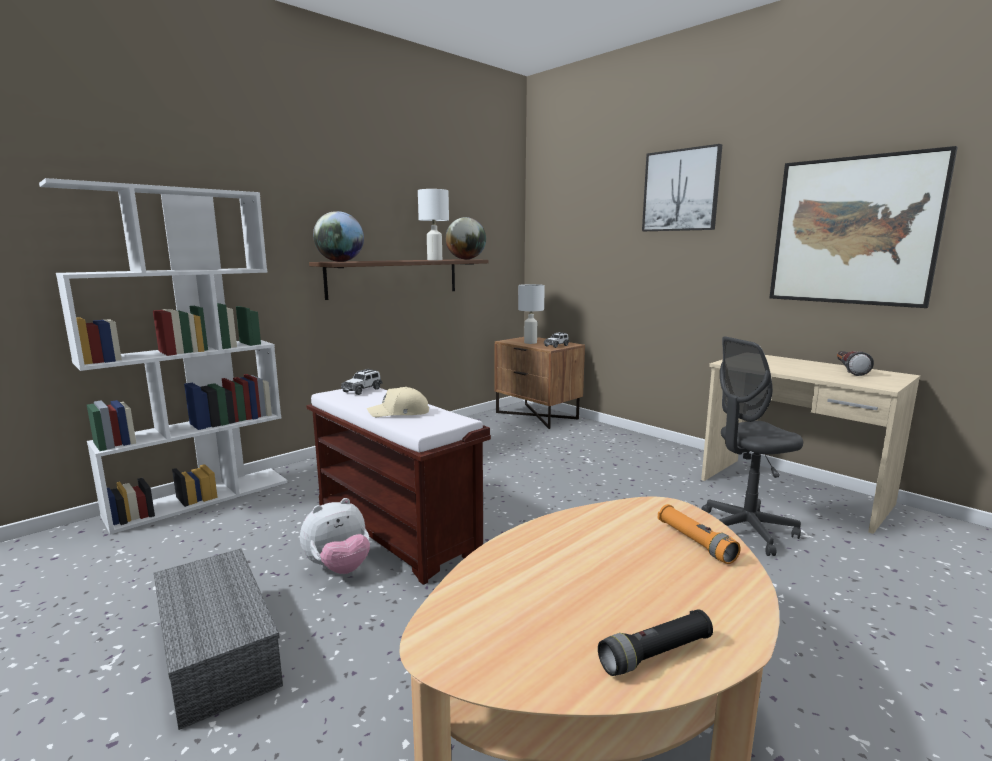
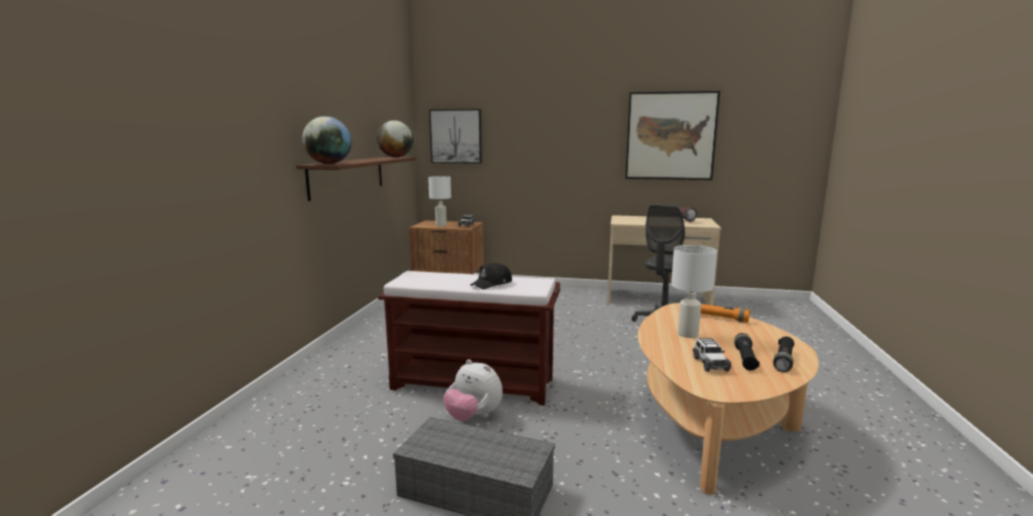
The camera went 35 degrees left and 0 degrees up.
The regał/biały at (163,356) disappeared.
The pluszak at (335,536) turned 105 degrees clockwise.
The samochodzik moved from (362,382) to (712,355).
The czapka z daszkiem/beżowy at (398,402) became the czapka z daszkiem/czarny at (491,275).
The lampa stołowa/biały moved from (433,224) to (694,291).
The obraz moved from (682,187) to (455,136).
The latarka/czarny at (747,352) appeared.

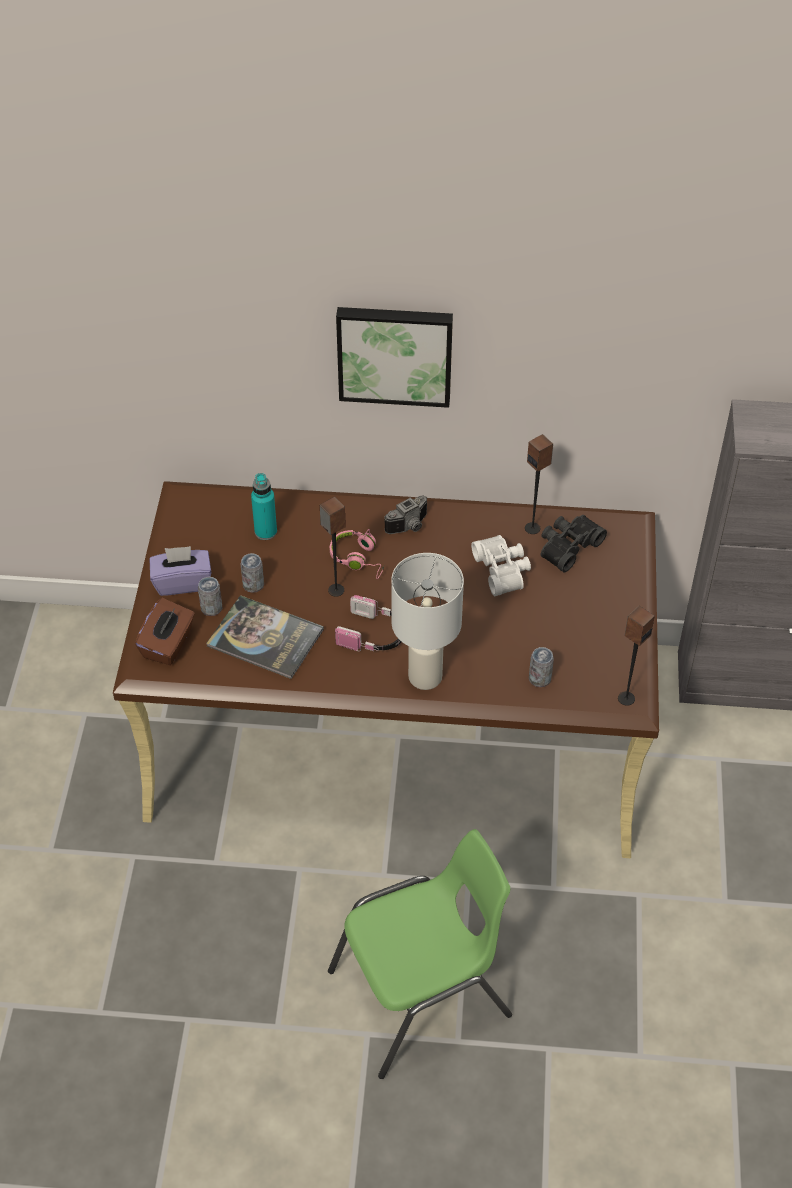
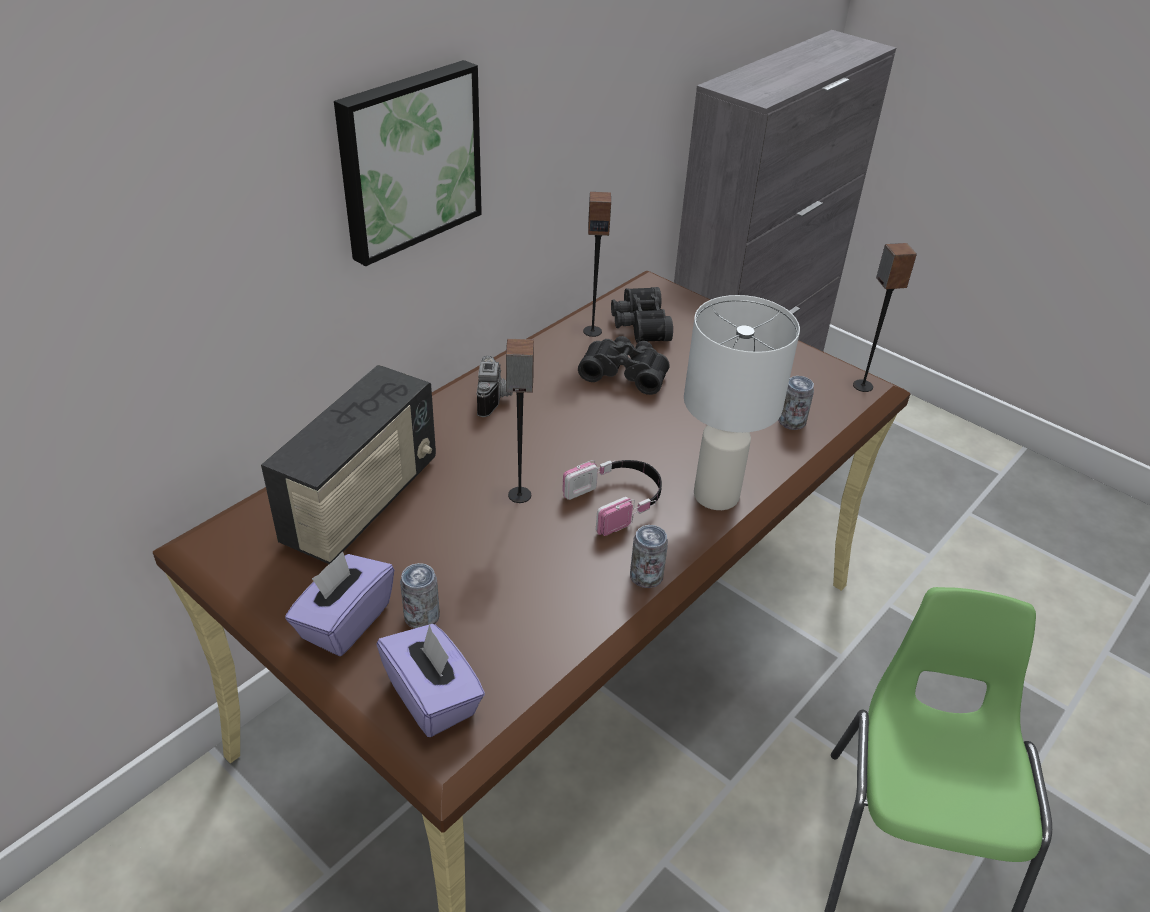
The camera went 55 degrees left and 10 degrees down.
The pudełko chusteczek/brązowy at (165,631) became the pudełko chusteczek/fioletowy at (430,680).
The książka at (265,637) disappeared.
The puszka moved from (252,573) to (649,556).
The butelka/turkusowy at (264,506) was replaced by the radio at (348,464).
The słuchawki/różowy at (357,554) disappeared.
The lornetka/biały at (501,565) became the lornetka/czarny at (624,365).

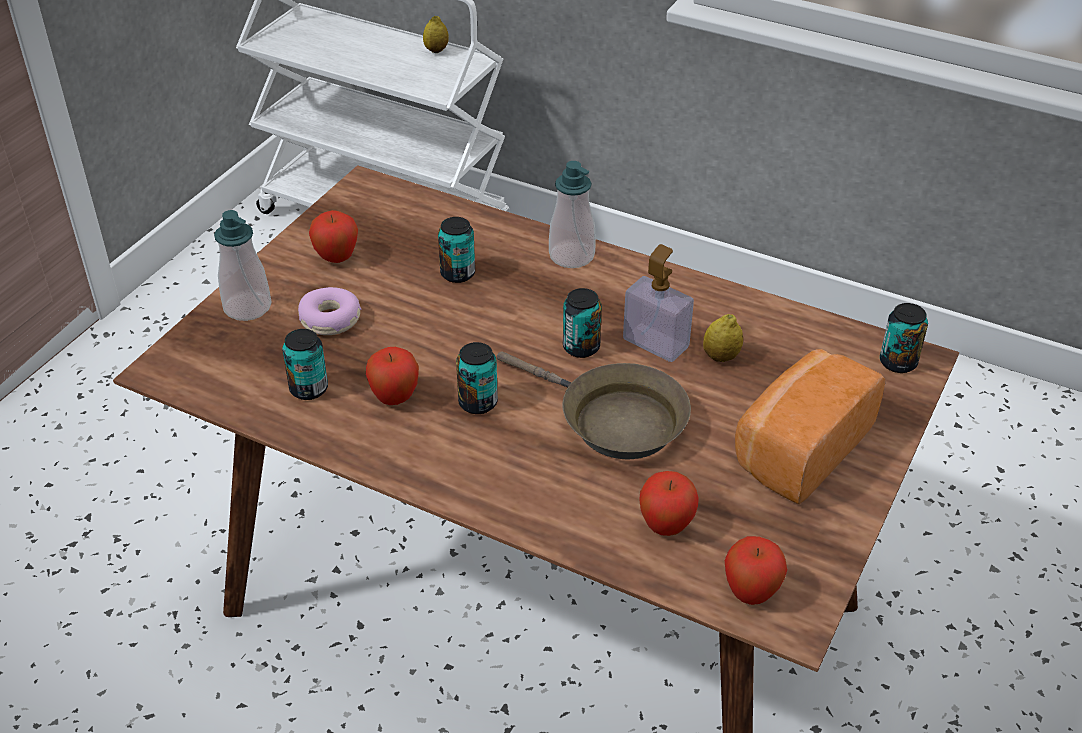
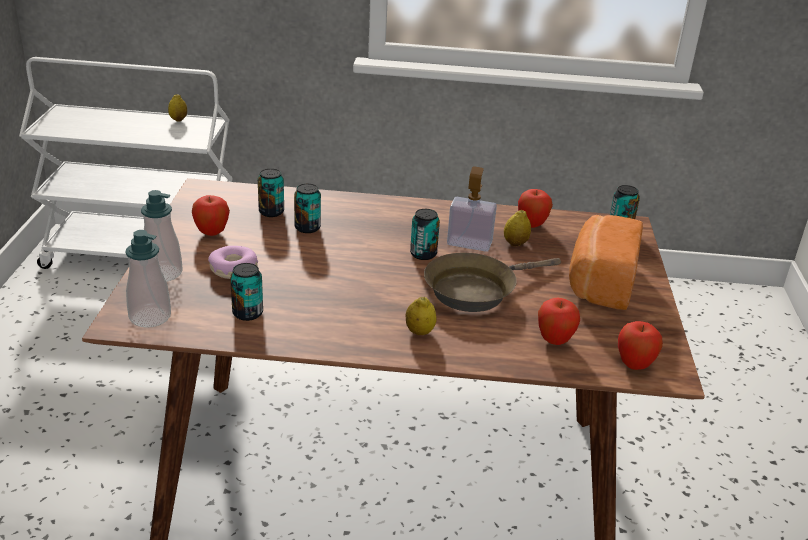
The camera went 25 degrees left and 10 degrees down.
The jabłko moved from (392,376) to (535,208).
The puszka moved from (477,378) to (271,193).
The patelnia/brązowy at (594,405) turned 135 degrees clockwise.
The dozownik mydła moved from (572,214) to (148,279).
The cytryna at (421,316) appeared.

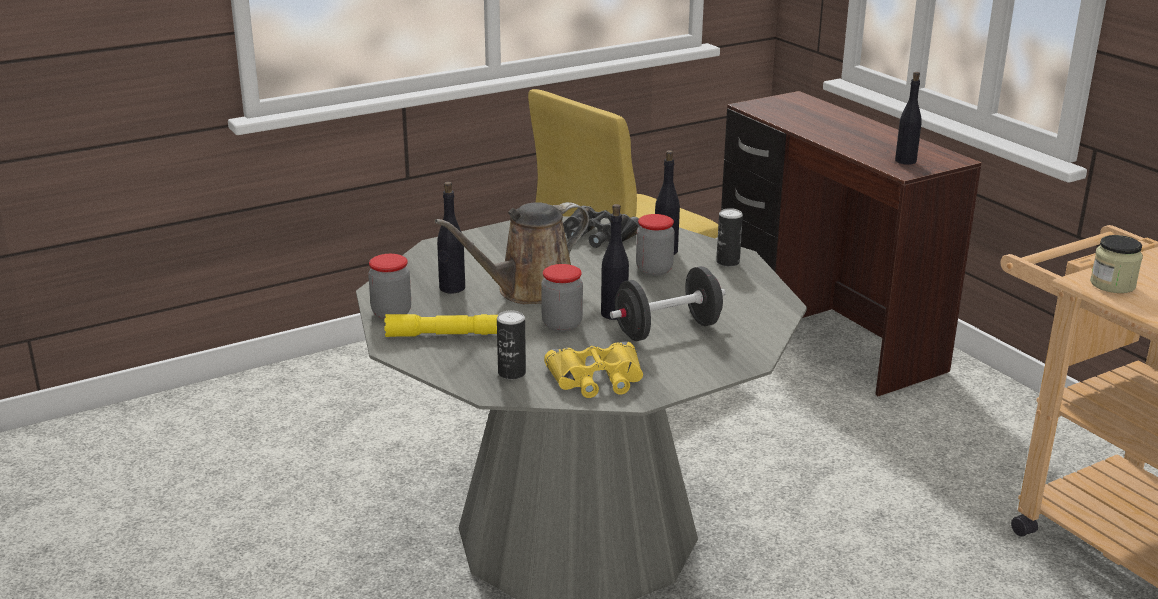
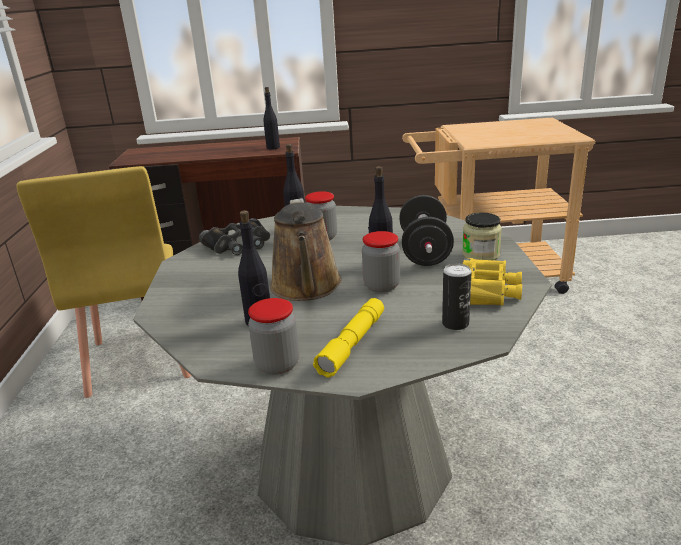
The camera went 60 degrees left and 0 degrees up.
The puszka at (729,237) disappeared.
The słoik moved from (1116,264) to (482,236).

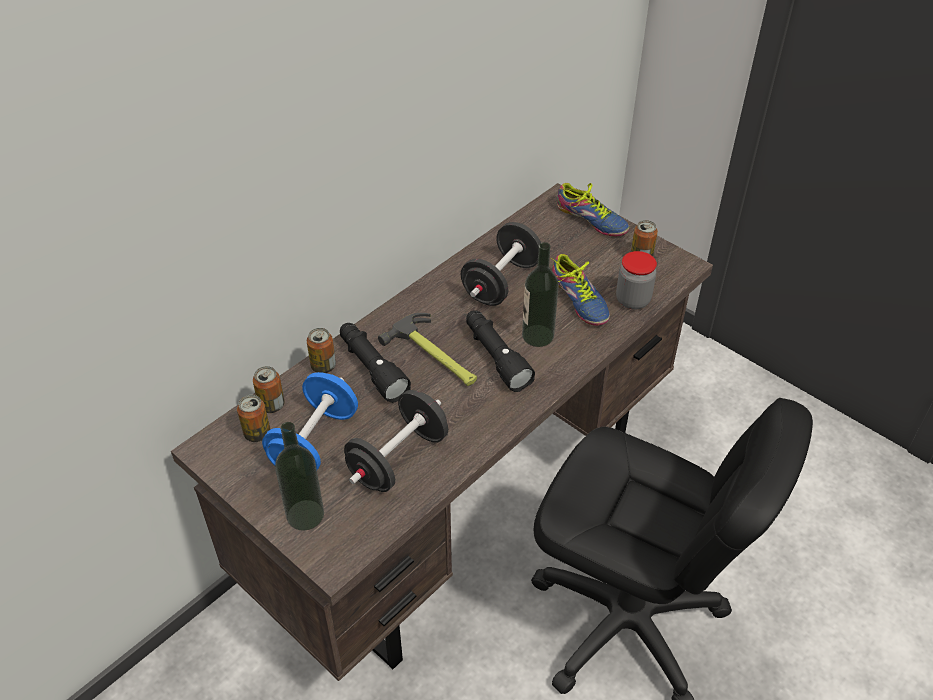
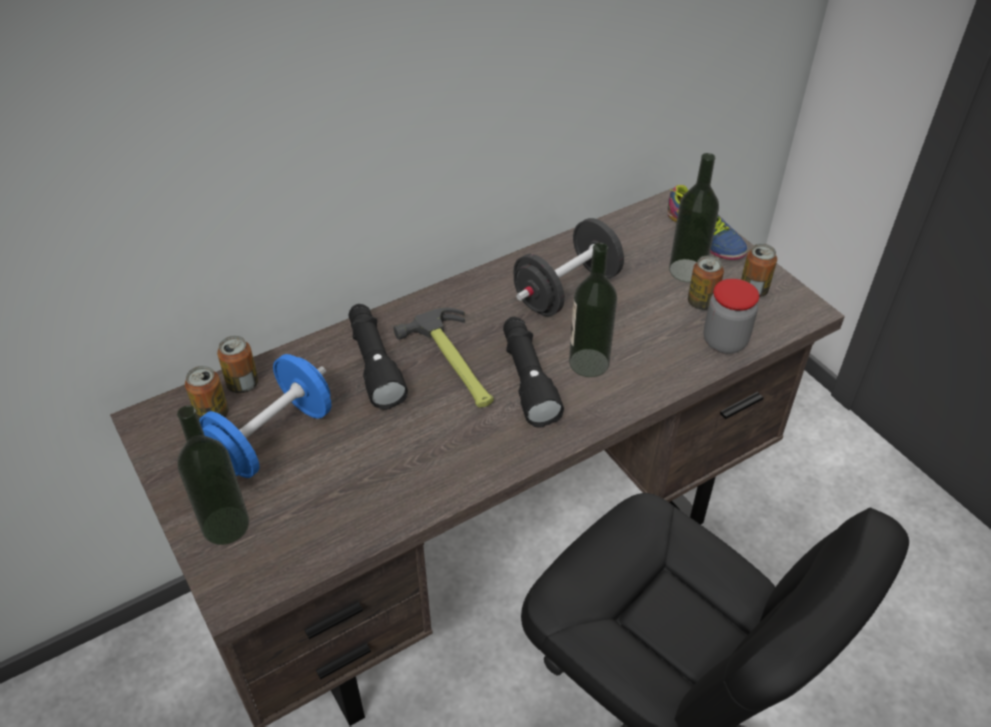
The camera went 15 degrees right and 0 degrees up.
The puszka moved from (321,350) to (706,283).
The hantel/czarny at (396,441) disappeared.
The but at (580,290) disappeared.
The butelka at (694,218) appeared.

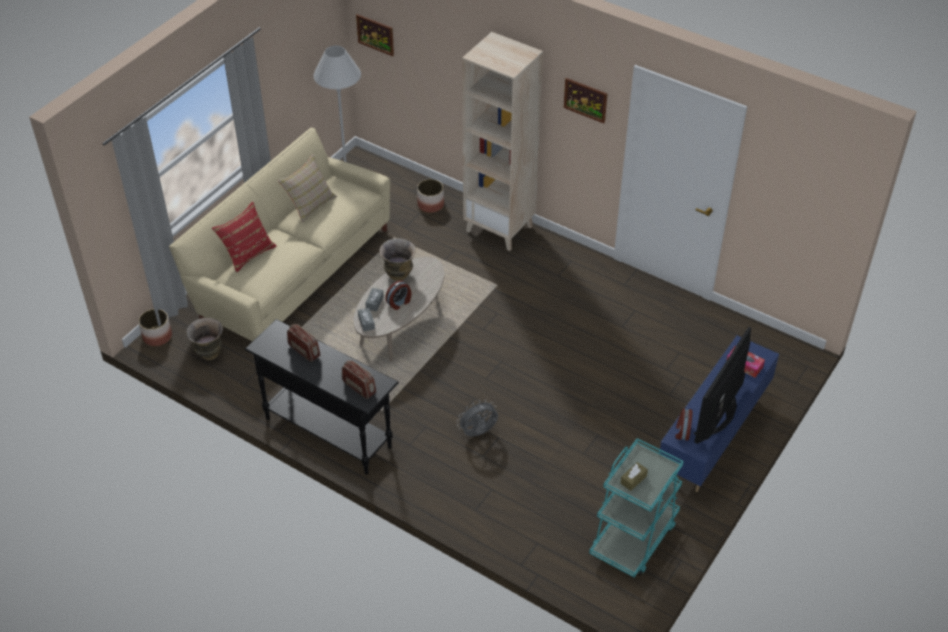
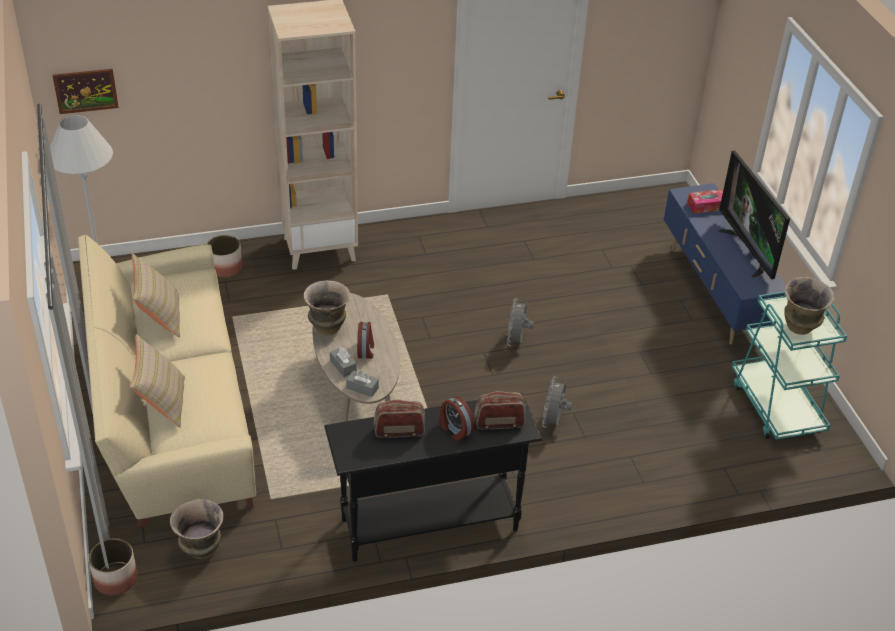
The camera went 50 degrees left and 5 degrees down.
The poduszka/czerwony at (244,236) became the poduszka/beżowy at (157,380).
The obraz at (585,100) disappeared.
The pudełko chusteczek/brązowy at (634,476) was replaced by the wazon at (809,306).
The budzik moved from (683,424) to (457,418).
The wentylator/szary at (520,322) appeared.

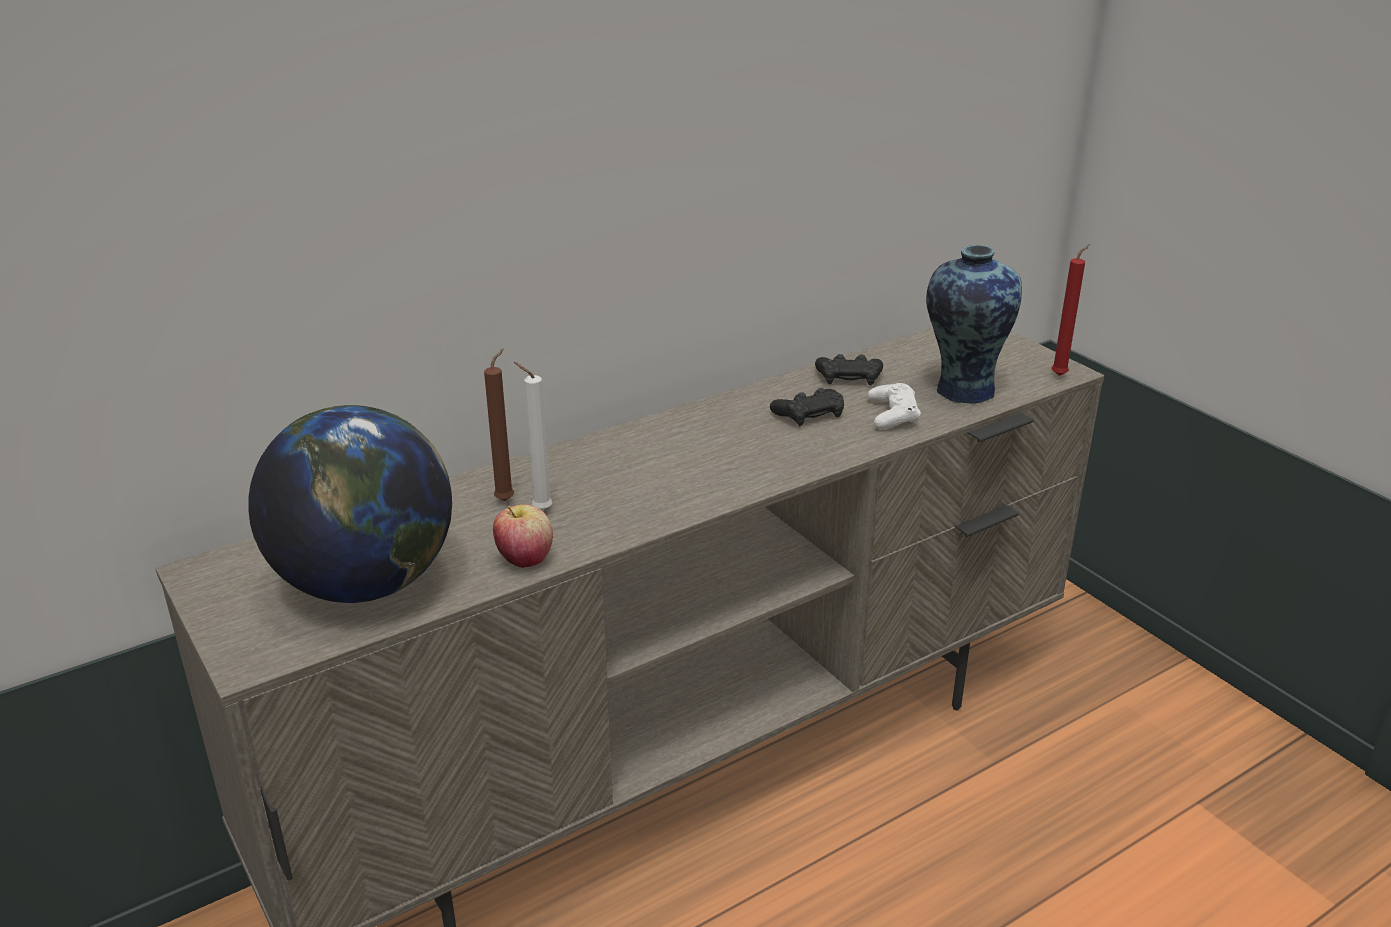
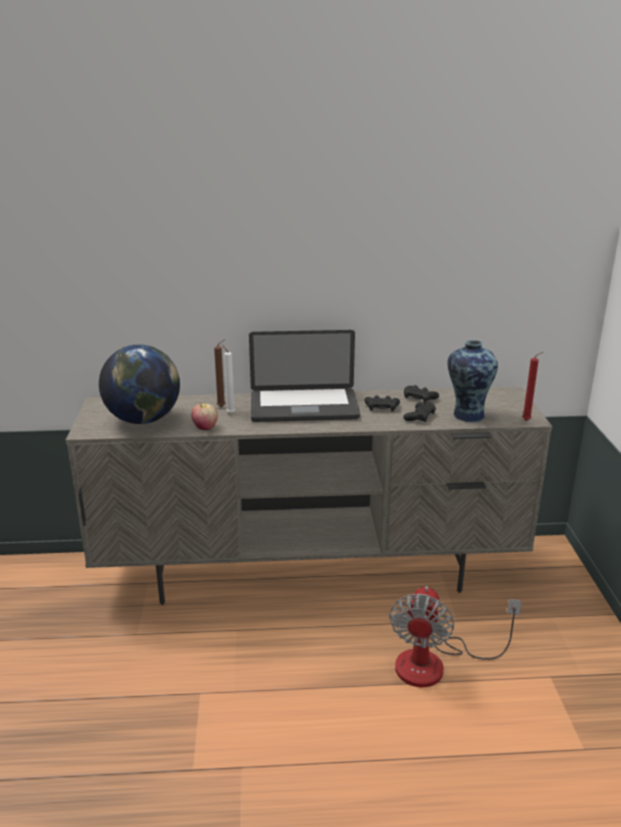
The camera went 30 degrees right and 5 degrees down.
The pad do gier/biały at (894,406) became the pad do gier/czarny at (419,412).
The laptop at (304,376) appeared.
The wentylator at (455,636) appeared.

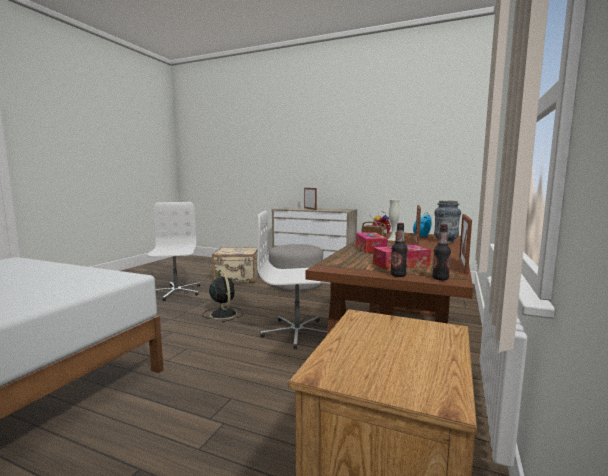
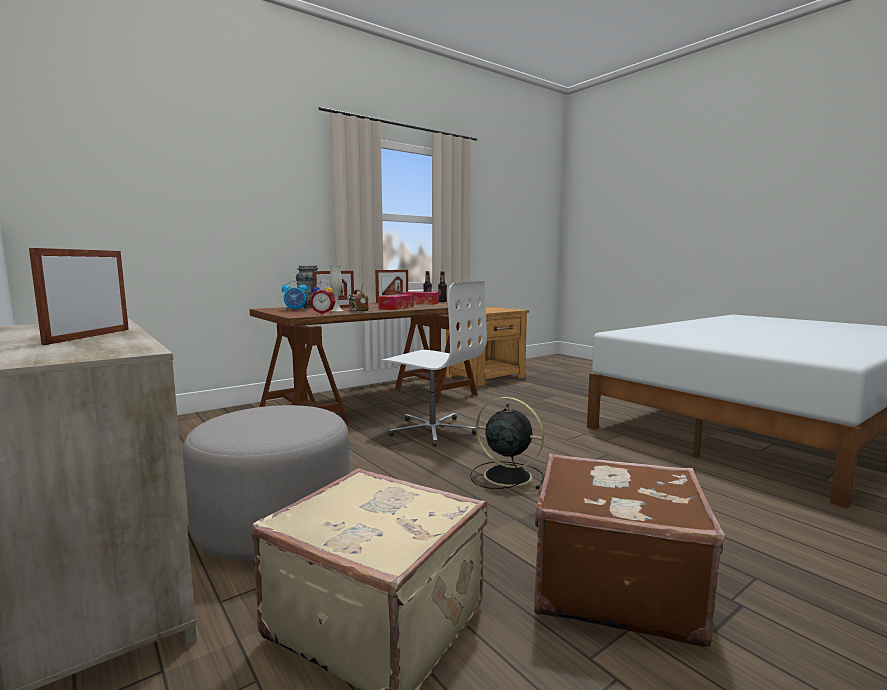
The camera went 150 degrees left and 0 degrees up.
The krzesło biurowe/biały at (174,251) was replaced by the walizka/brązowy at (629,550).
The wentylator/czarny at (222,296) turned 120 degrees clockwise.

